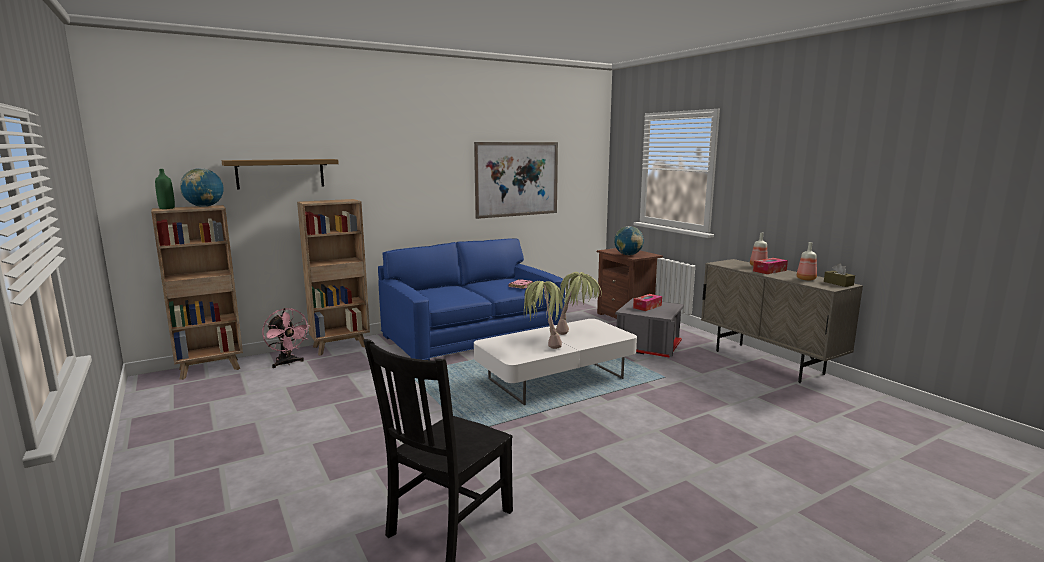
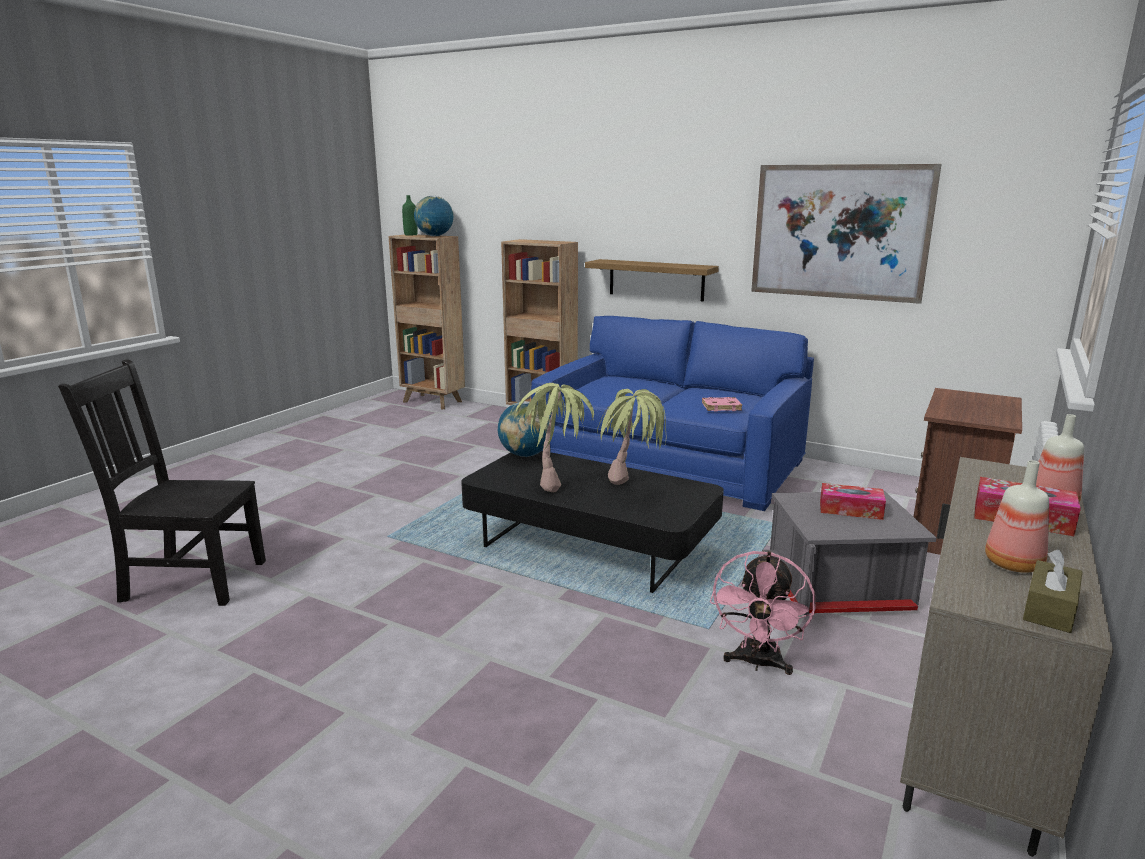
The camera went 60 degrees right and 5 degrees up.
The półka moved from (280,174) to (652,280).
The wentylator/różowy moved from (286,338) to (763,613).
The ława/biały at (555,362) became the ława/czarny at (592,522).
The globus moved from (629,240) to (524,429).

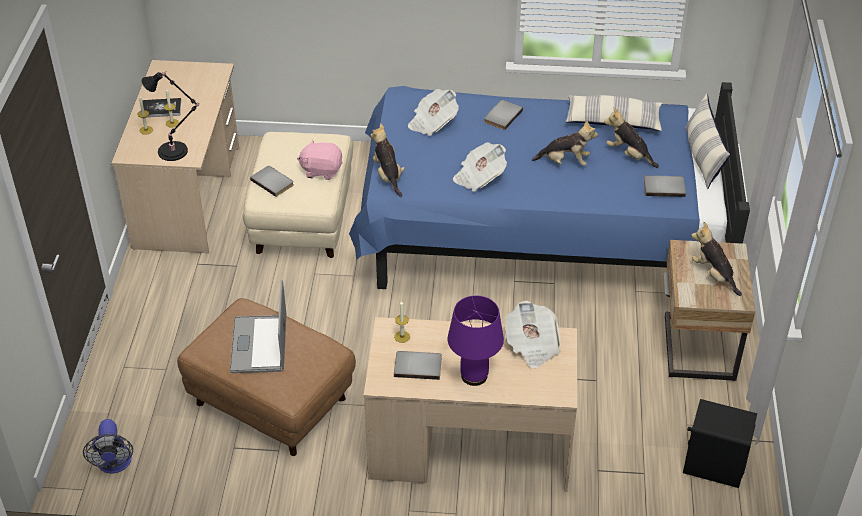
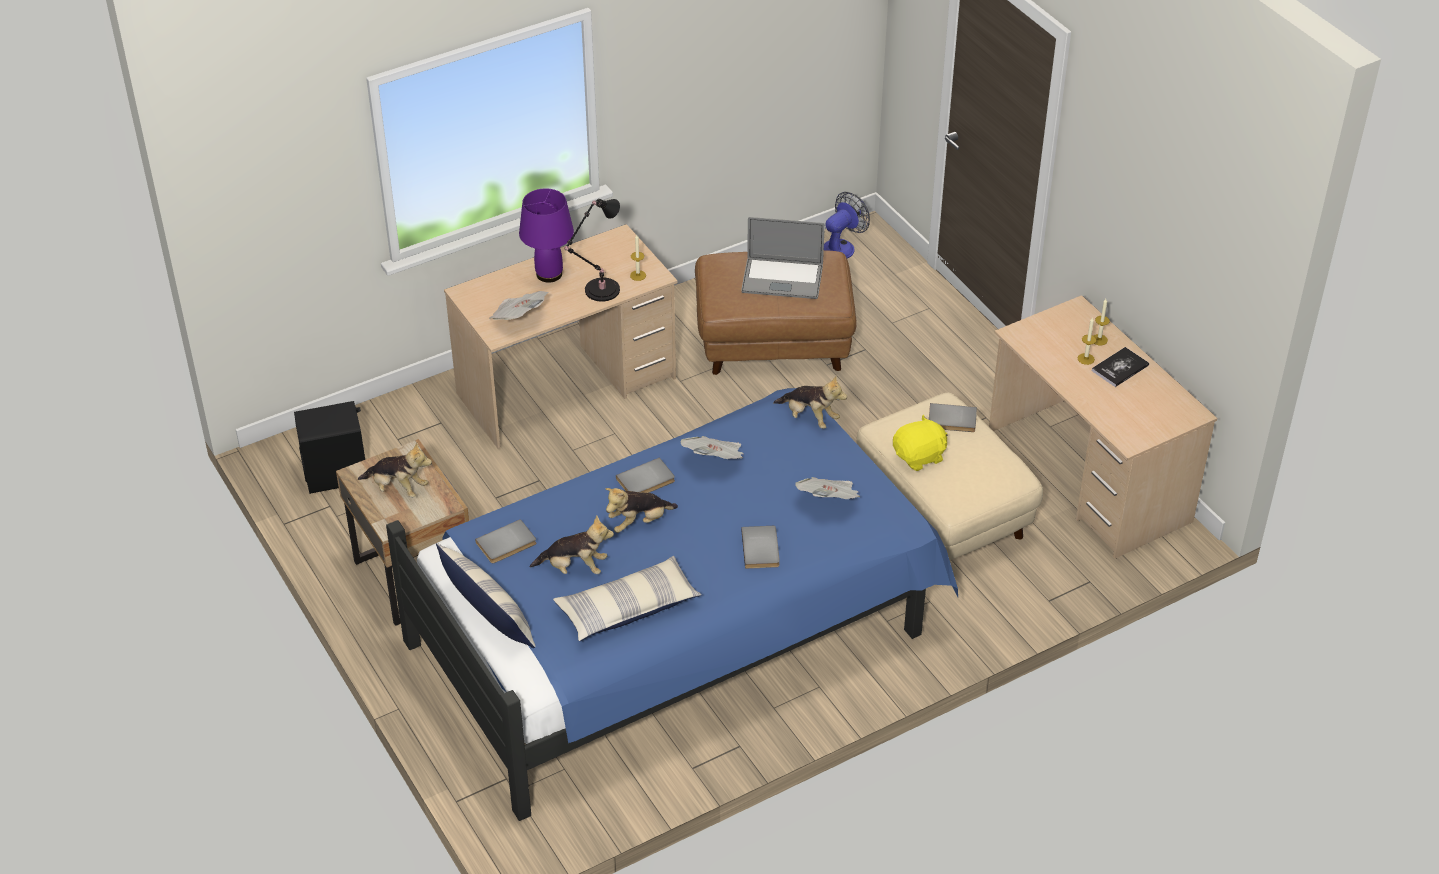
The camera went 145 degrees right and 0 degrees up.
The wentylator at (108,446) turned 90 degrees clockwise.
The lampa stołowa/czarny moved from (170,116) to (592,250).
The laptop at (258,326) turned 135 degrees clockwise.
The pluszak/różowy at (320,160) became the pluszak/żółty at (920,443).
The książka/szary moved from (418,365) to (645,475).

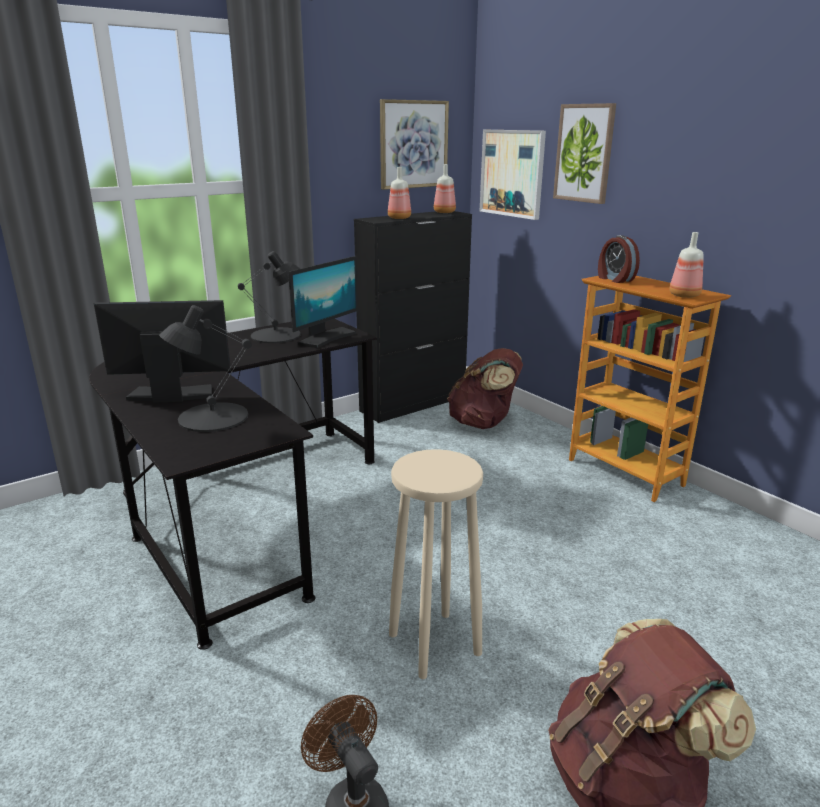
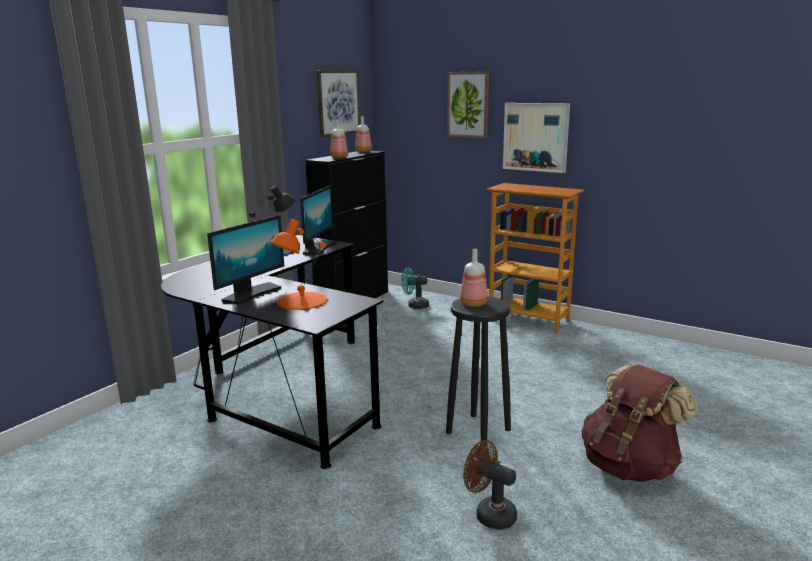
The camera went 20 degrees left and 5 degrees down.
The monitor at (162,351) turned 150 degrees clockwise.
The lampa stołowa/czarny at (205,368) became the lampa stołowa/pomarańczowy at (298,264).
The stołek/beżowy at (436,564) became the stołek/czarny at (478,372).
The plecak/brązowy at (485,388) was replaced by the wentylator/turkusowy at (415,288).
The obraz moved from (513,175) to (536,138).
The budzik at (619,259) disappeared.
The butelka moved from (686,265) to (474,278).

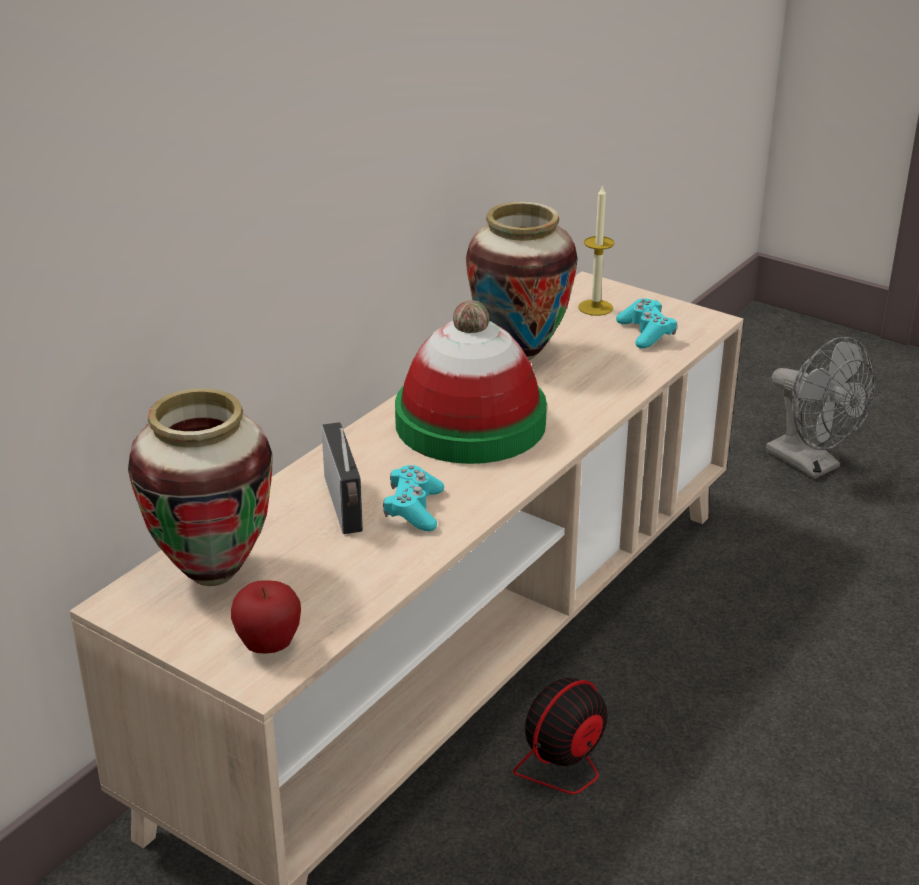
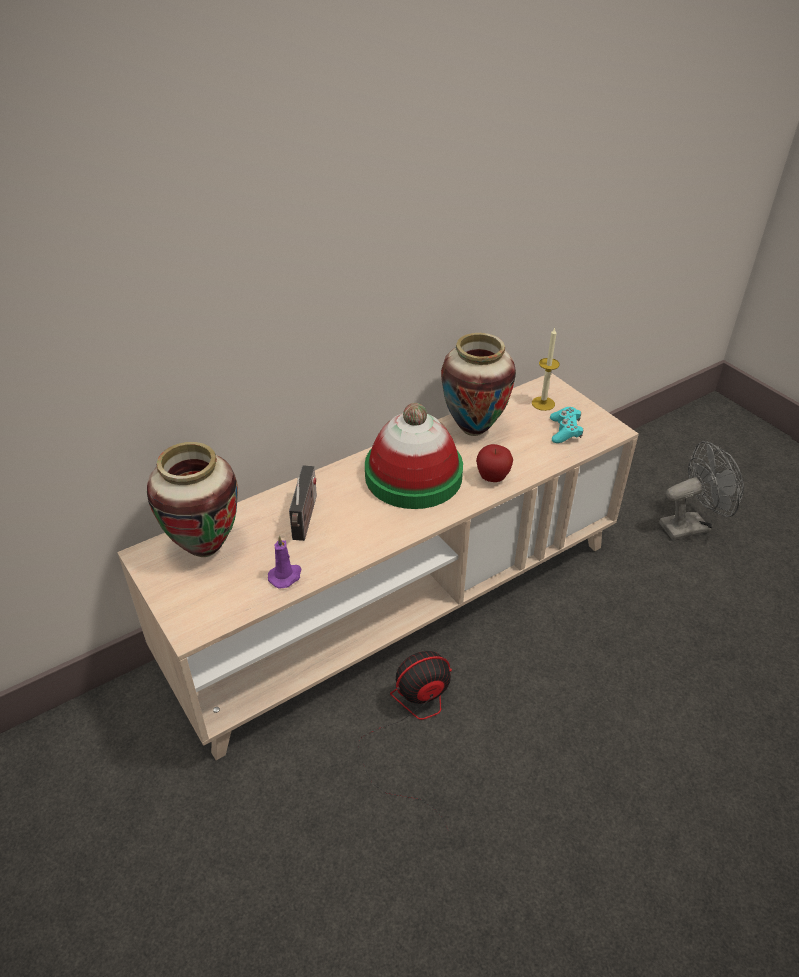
The camera went 20 degrees right and 10 degrees up.
The jabłko moved from (266,617) to (494,463).
The pad do gier/turkusowy at (413,498) disappeared.
The wentylator/szary at (821,408) turned 90 degrees counterclockwise.
The świeca/fioletowy at (284,562) appeared.

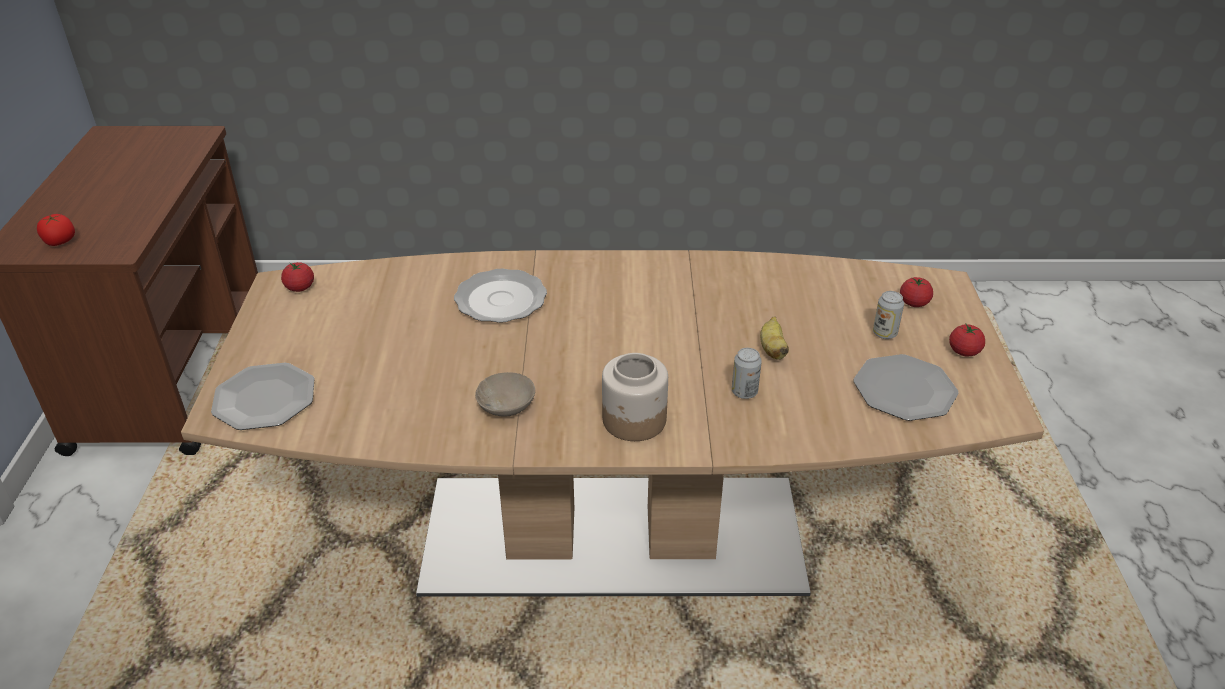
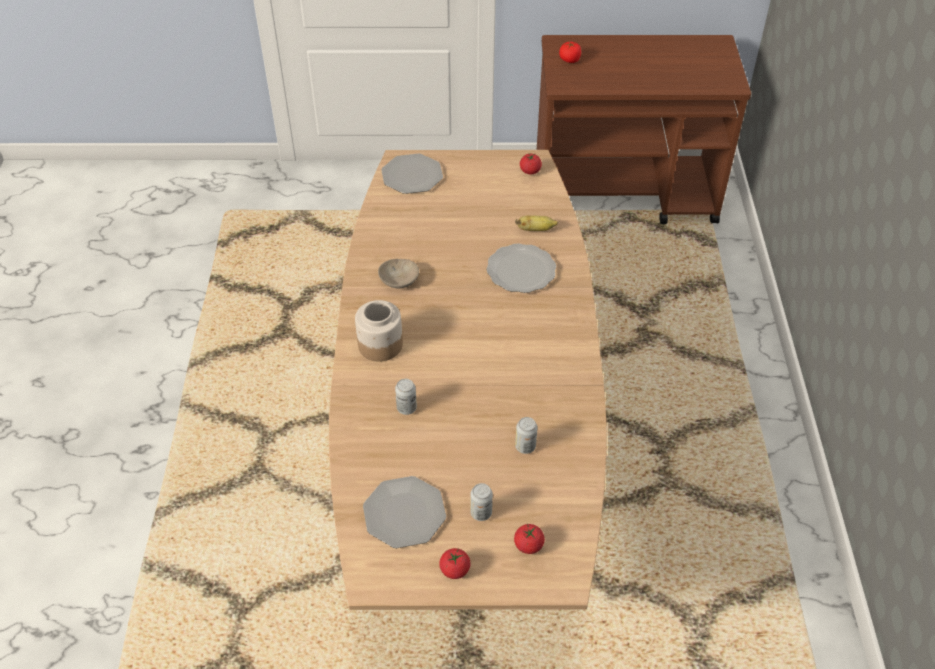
The camera went 90 degrees right and 10 degrees up.
The banan moved from (774,338) to (536,223).
The puszka at (526,435) appeared.

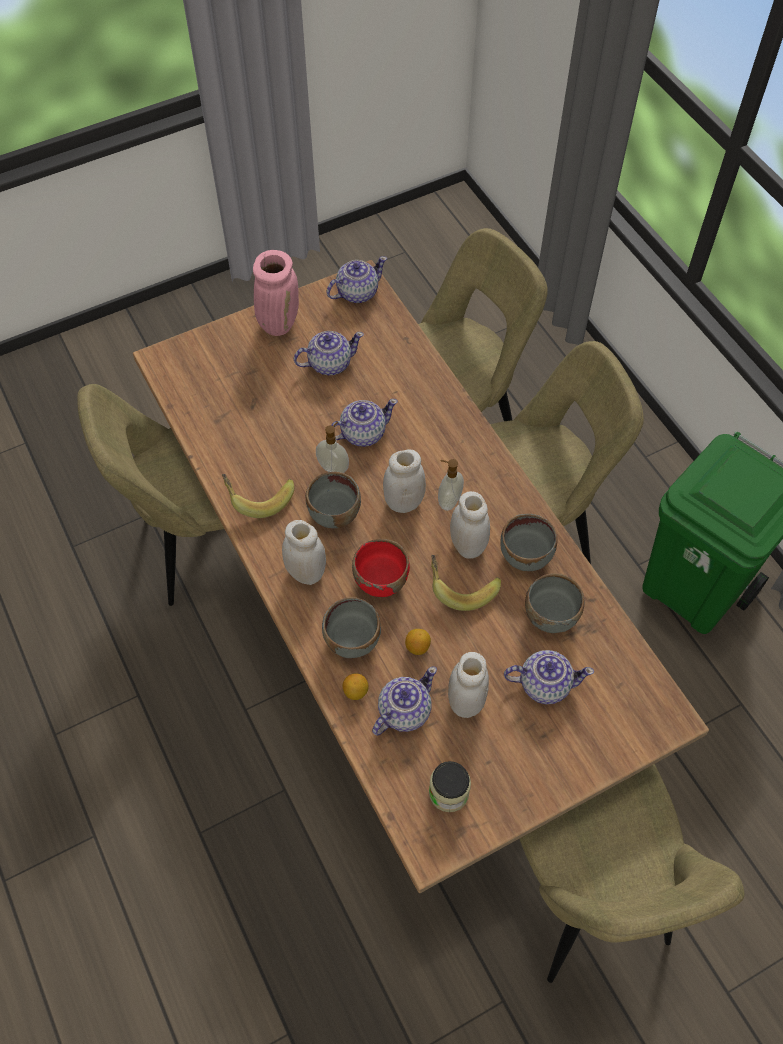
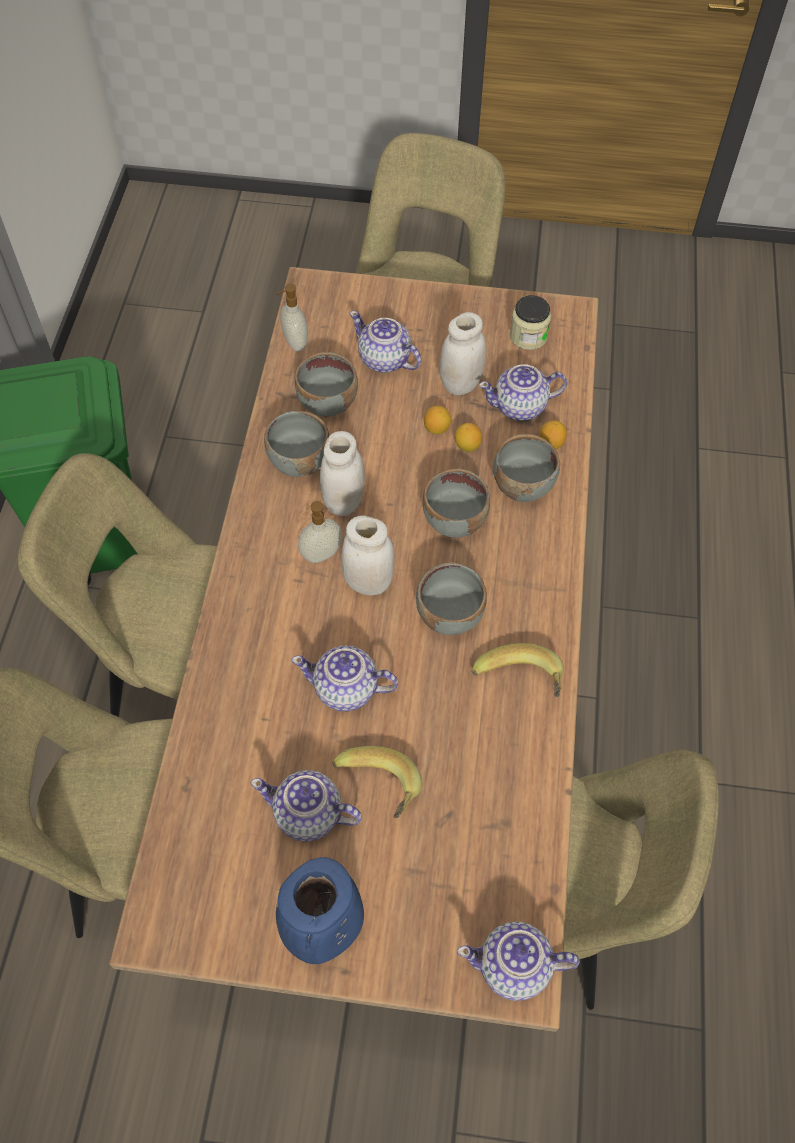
The camera went 145 degrees left and 0 degrees up.
The wazon/różowy at (276,293) became the wazon/niebieski at (320,910).
The słoik/biały at (304,552) disappeared.
The dozownik mydła moved from (332,447) to (292,317).
The imbryk moved from (357,279) to (518,961).
The miska/czerwony at (381,568) became the miska/szary at (456,503).
The banan moved from (466,583) to (377,782).
The cytryna at (437,420) appeared.

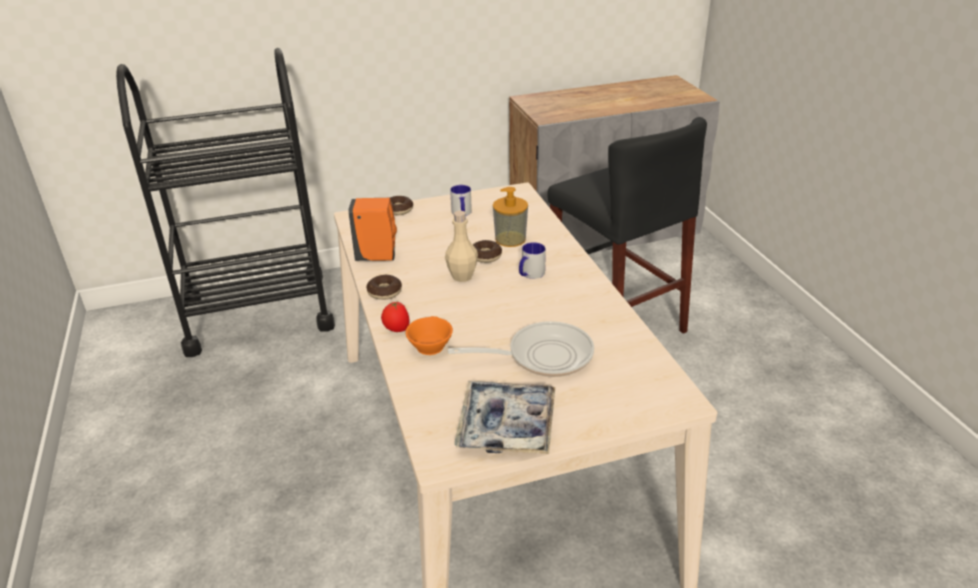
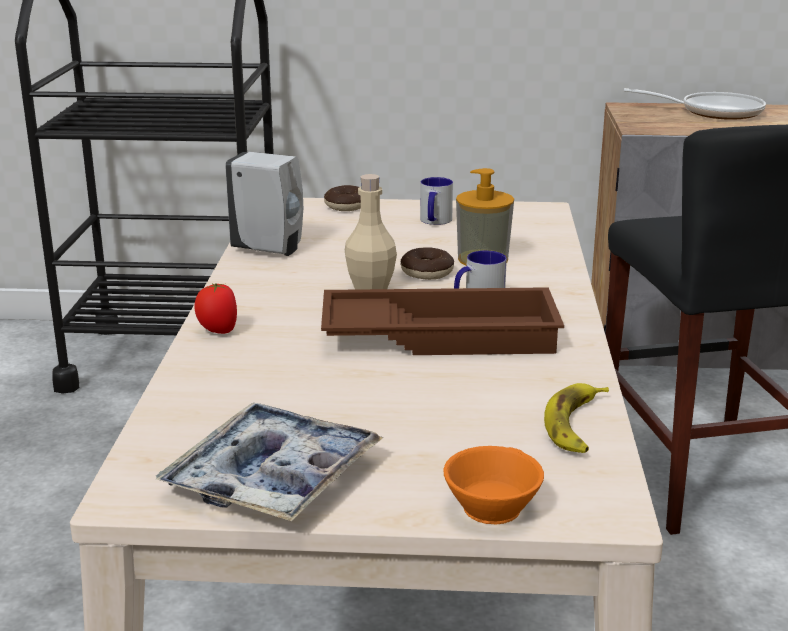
The camera went 20 degrees right and 10 degrees down.
The dozownik mydła/pomarańczowy at (372,229) became the dozownik mydła/biały at (264,204).
The donut at (384,287) disappeared.
The filiżanka/pomarańczowy moved from (429,335) to (493,485).
The patelnia moved from (521,349) to (695,104).
The taca/brązowy at (442,321) appeared.
The banan at (576,418) appeared.

